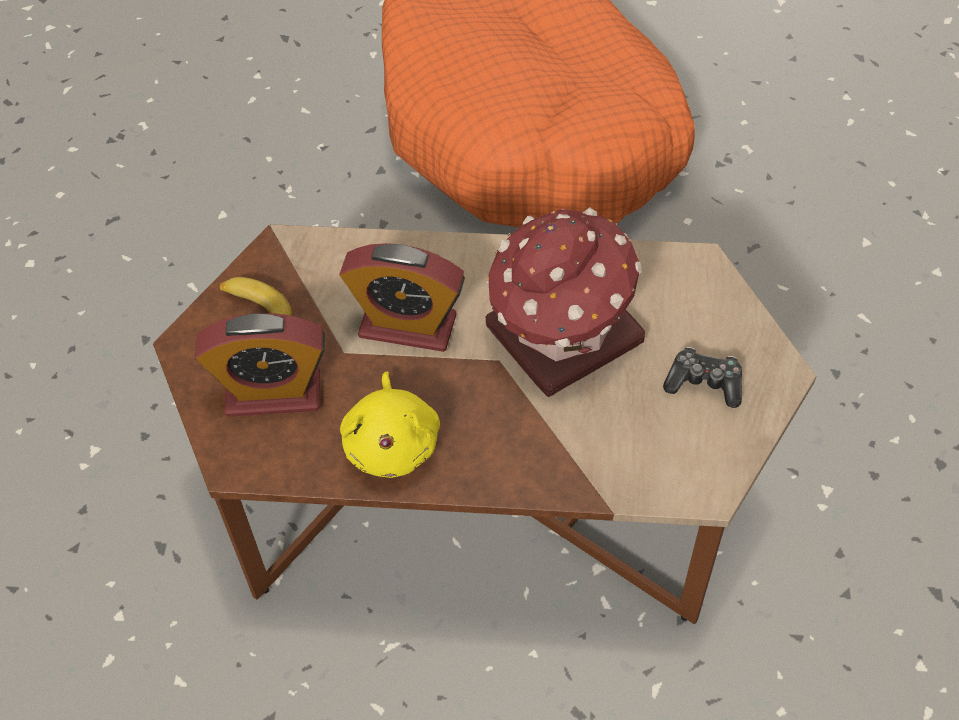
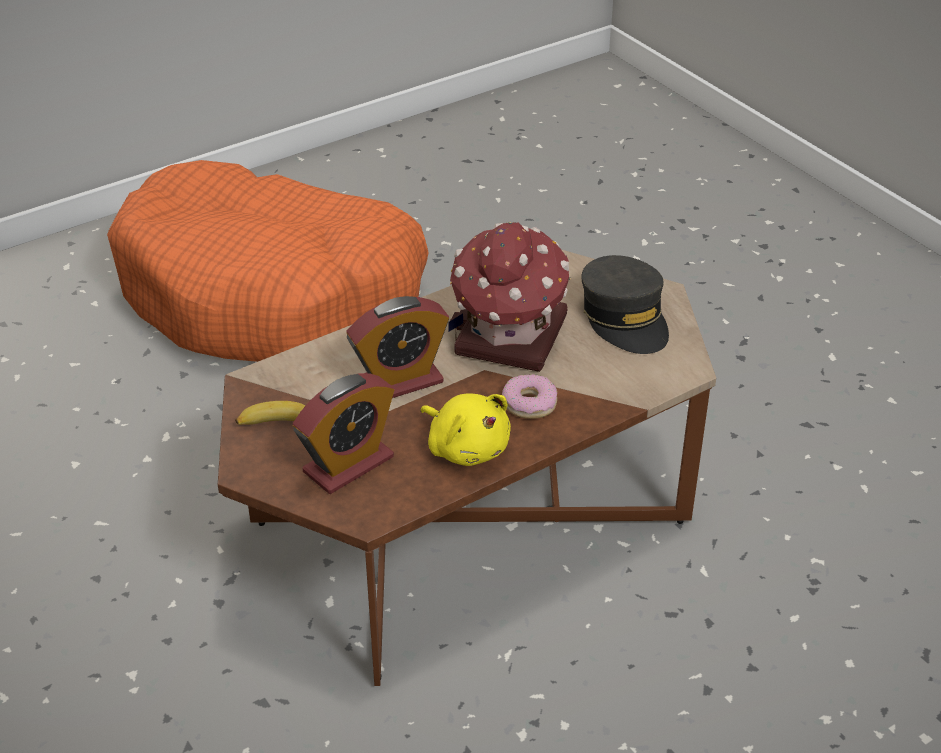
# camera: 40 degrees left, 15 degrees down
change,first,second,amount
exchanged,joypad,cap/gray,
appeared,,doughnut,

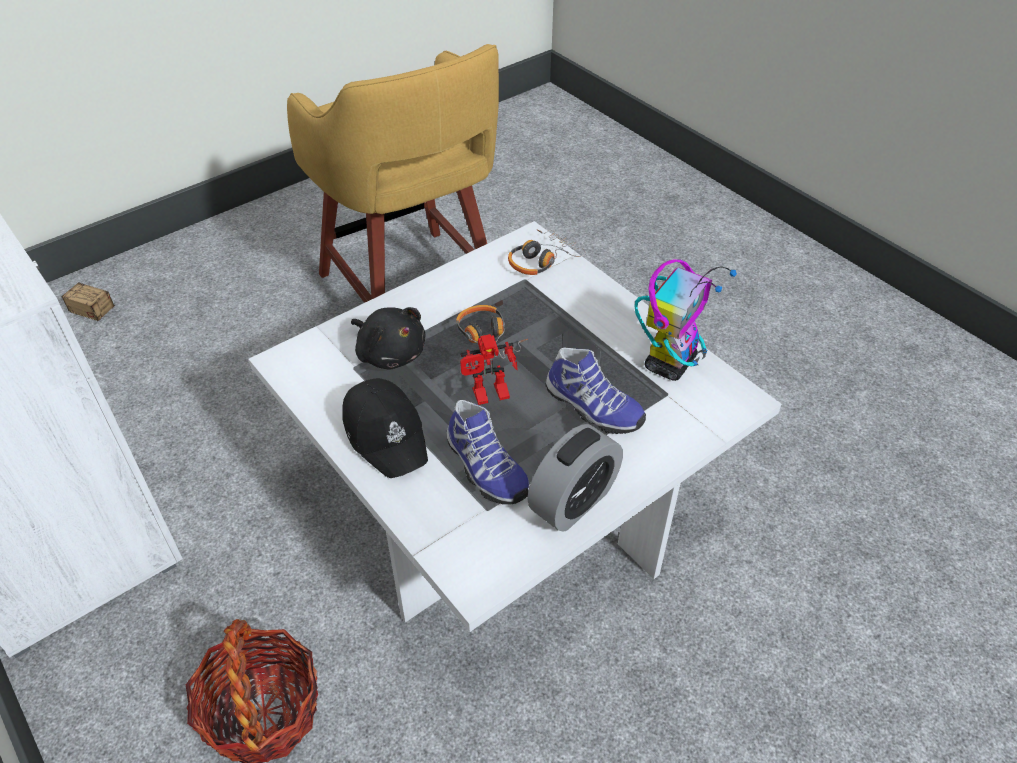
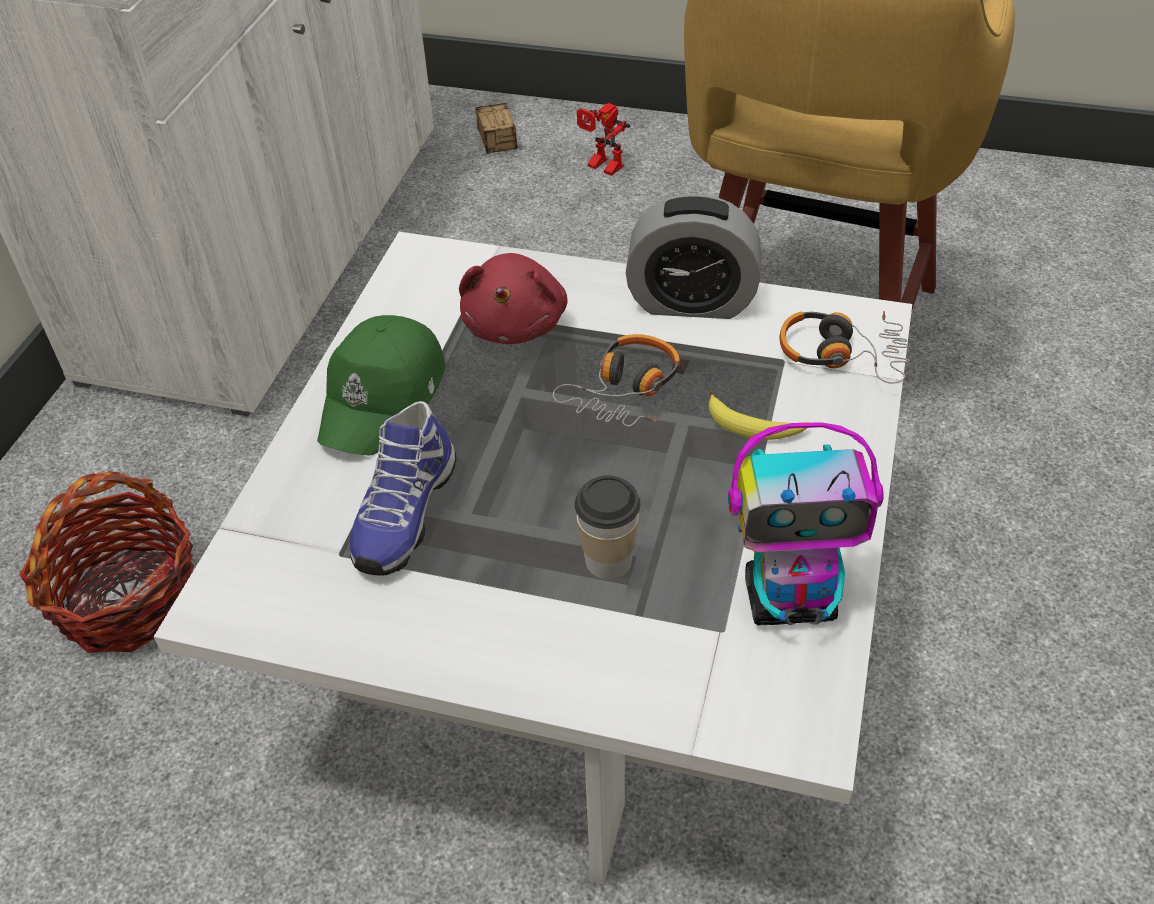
# camera: 55 degrees right, 0 degrees up
change,first,second,amount
colour,cap/blackish,cap/greenish,
colour,plush toy/blackish,plush toy/reddish,
relocated,robot figure (no. 1 from left),,
relocated,bedside clock,,
exchanged,shoe (no. 2 from left),small cup,
appeared,,whole banana,

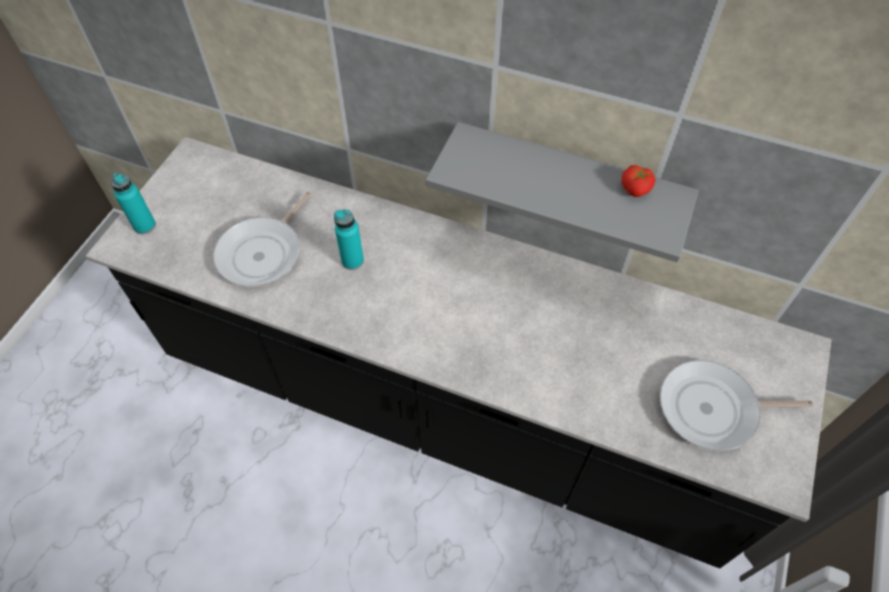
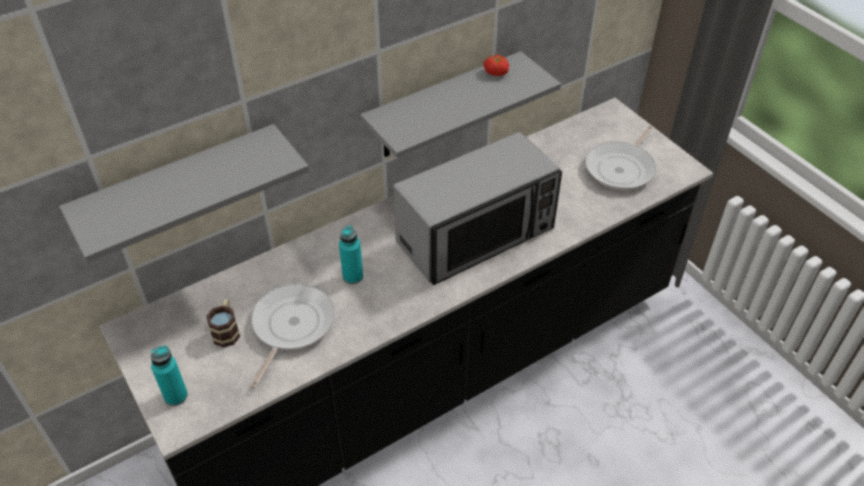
# camera: 55 degrees left, 10 degrees down
change,first,second,amount
spun,pan (no. 1 from left),,135 degrees counterclockwise
appeared,,shelf/gray (no. 1 from left),
appeared,,mug,
appeared,,microwave,

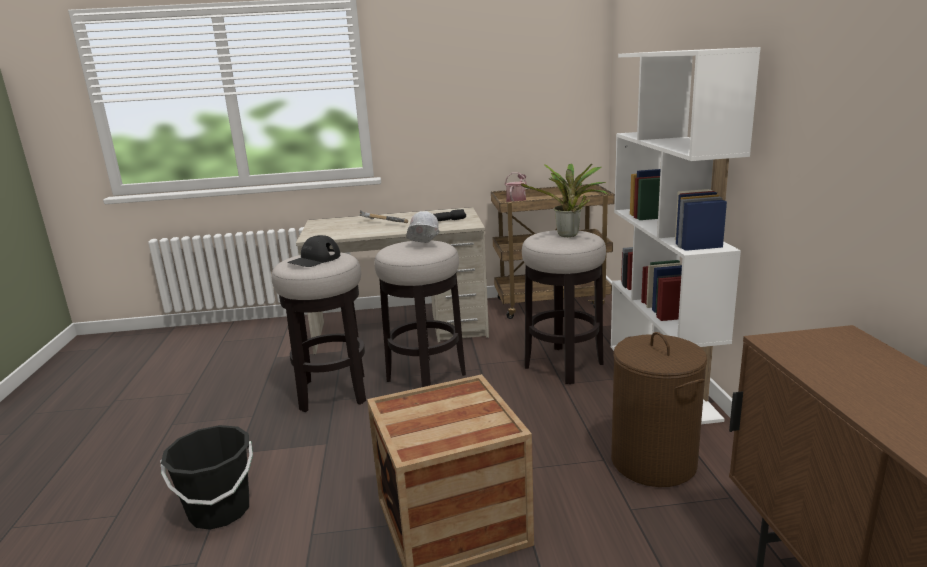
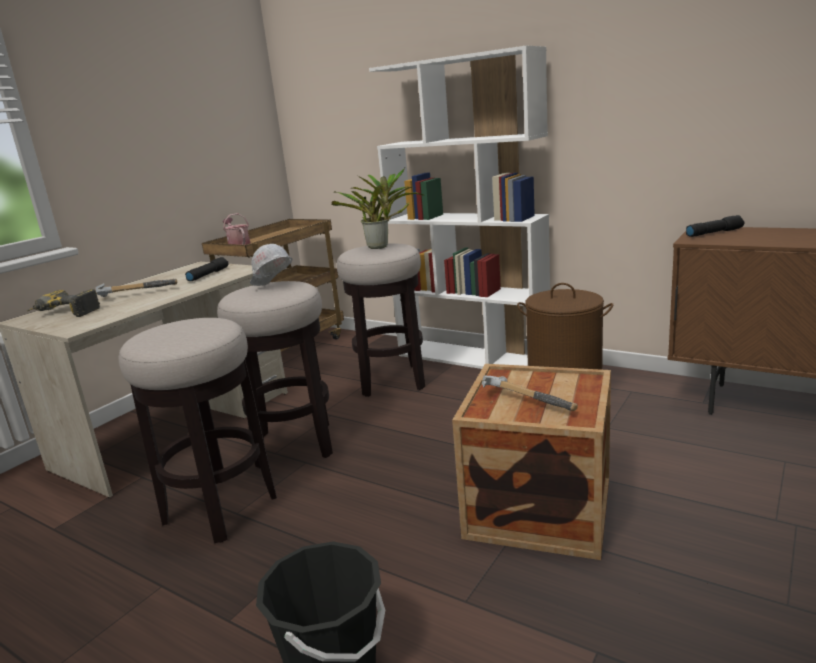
# camera: 50 degrees left, 0 degrees up
change,first,second,amount
missing,cap/blackish,,
appeared,,drill,
appeared,,tool hammer (no. 2 from left),
appeared,,flashlight/blackish (no. 2 from left),

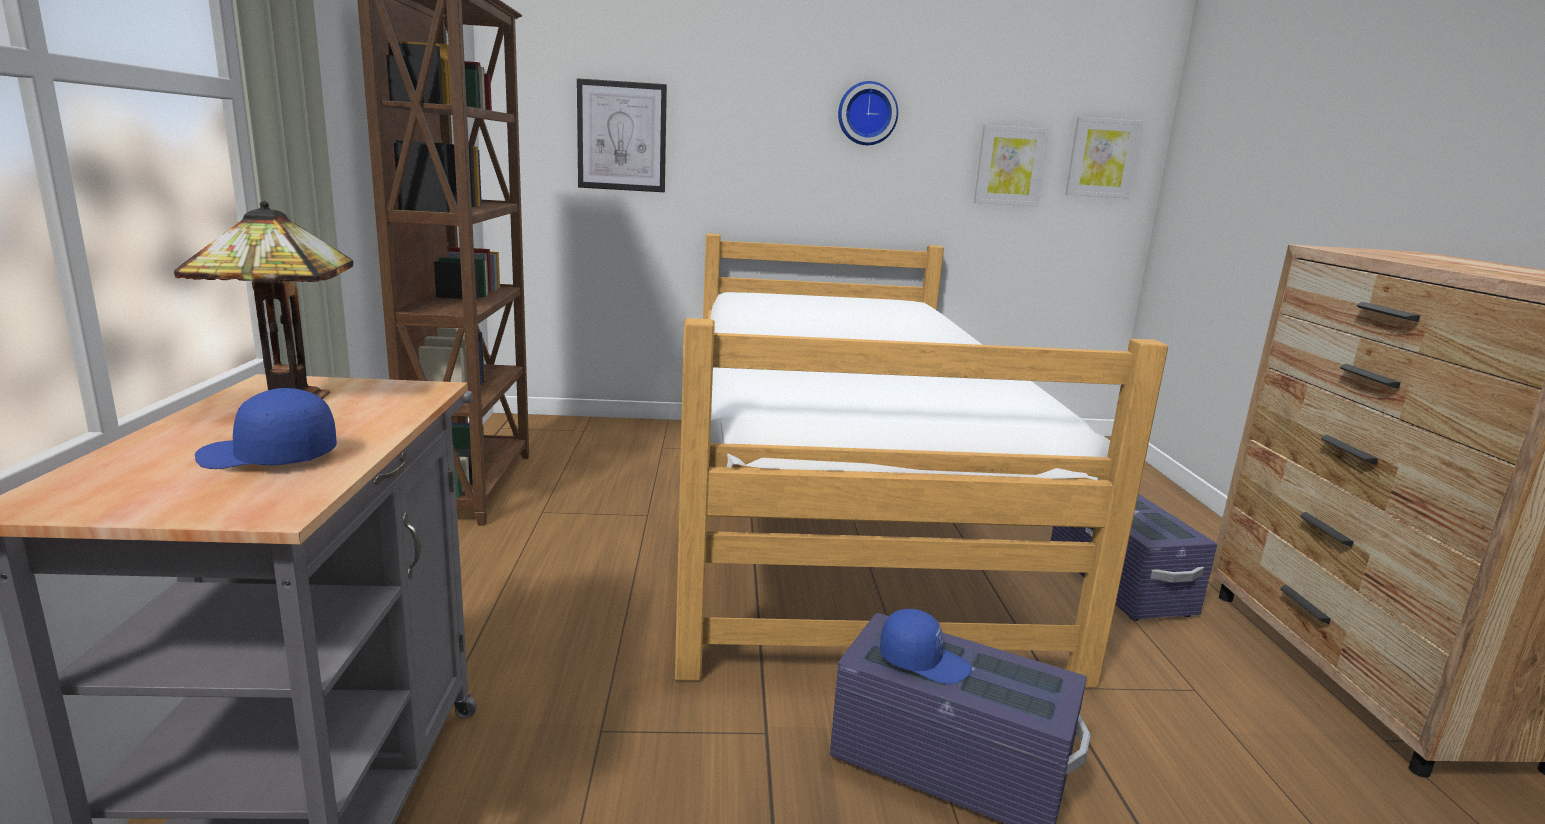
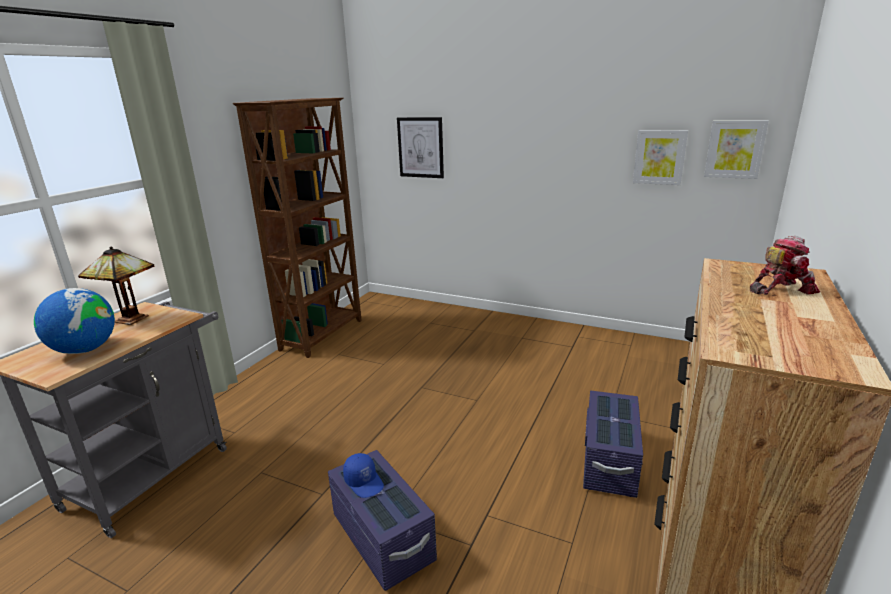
# camera: 30 degrees right, 5 degrees up
change,first,second,amount
exchanged,cap/blue-coloured (no. 1 from left),desk globe,
missing,bedroom bed,,
missing,clock on the wall,,
appeared,,robot figure,

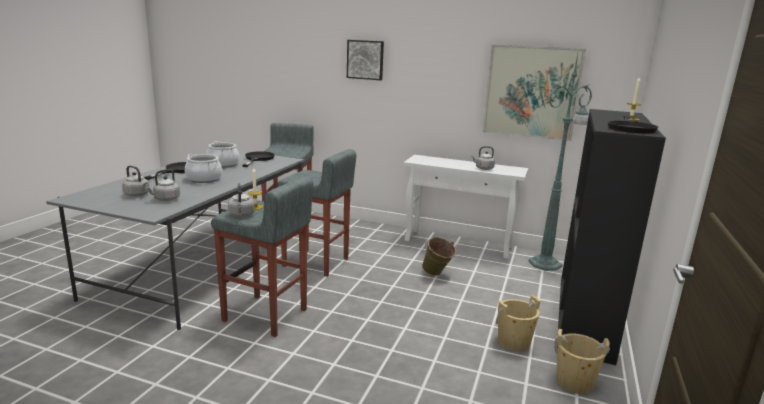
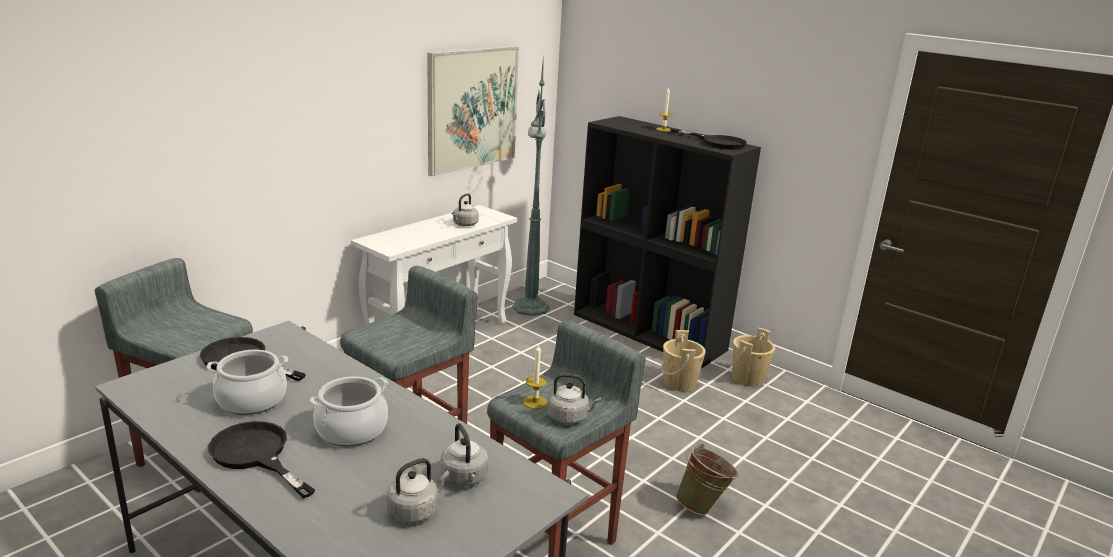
# camera: 70 degrees left, 5 degrees up
change,first,second,amount
missing,wall art (no. 1 from left),,
relocated,pail/greenish,,

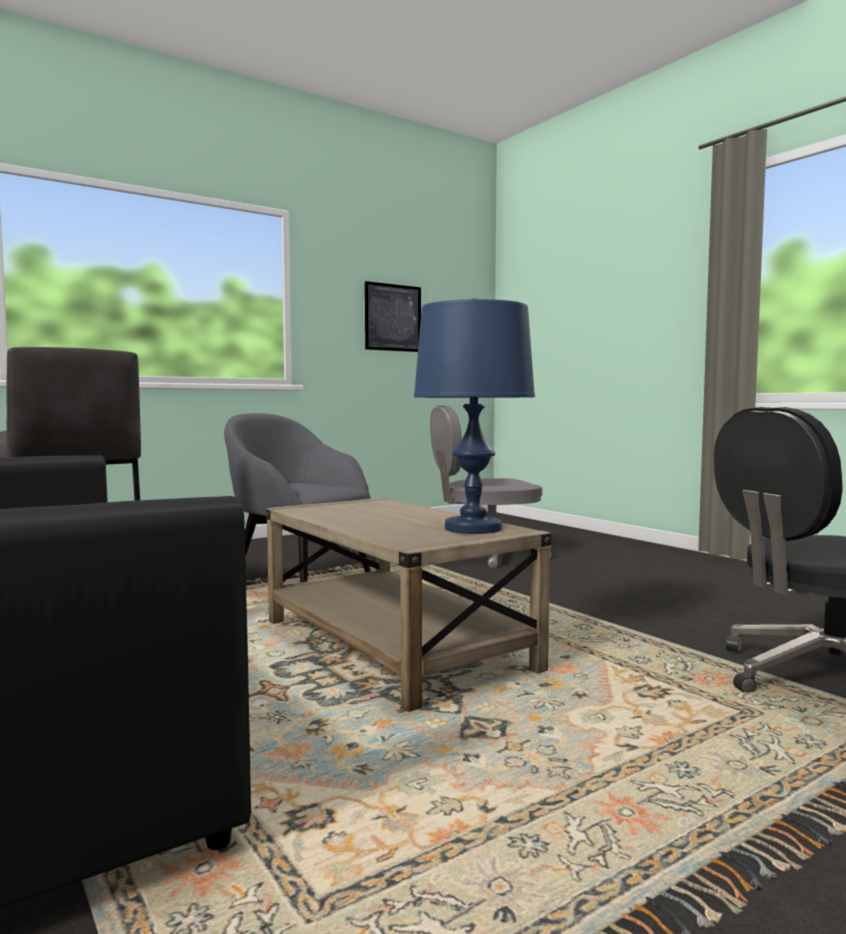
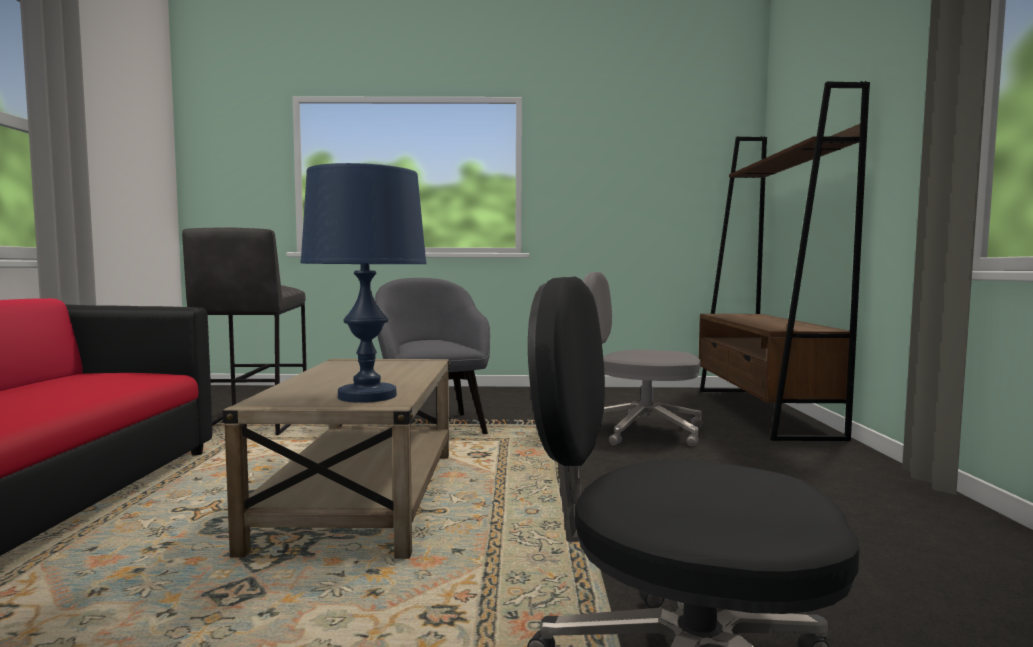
# camera: 35 degrees right, 0 degrees up
change,first,second,amount
missing,wall art,,
appeared,,bookshelf/brownish,

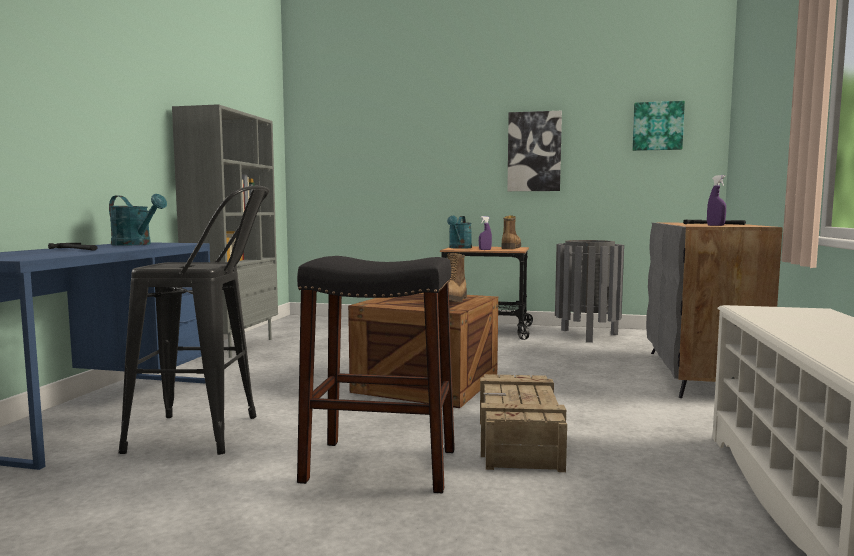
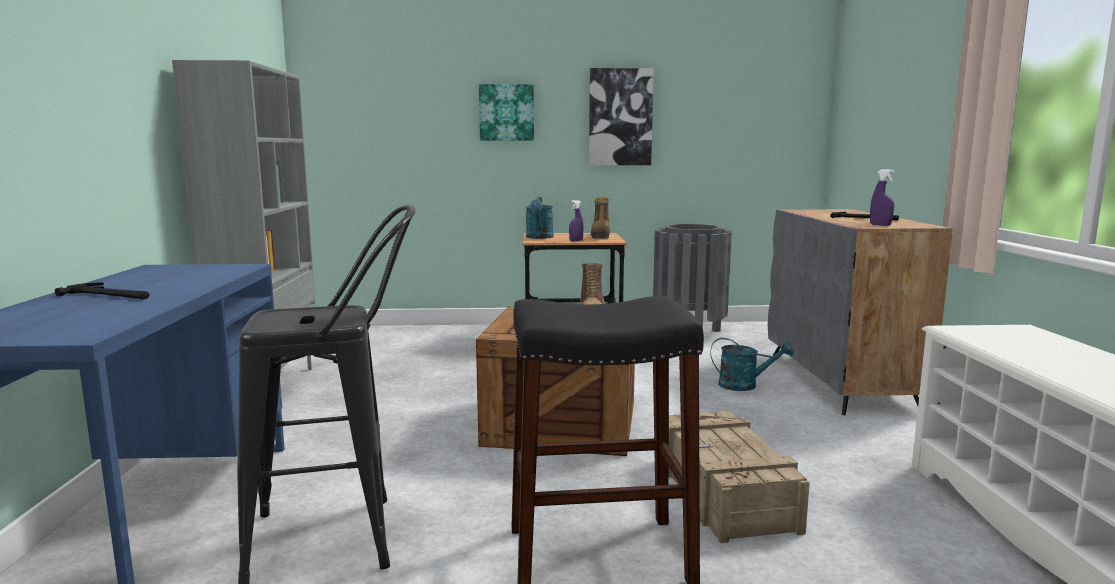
# camera: 15 degrees left, 5 degrees up
change,first,second,amount
relocated,sprinkling can/turquoise (no. 1 from left in the first image),sprinkling can/turquoise (no. 2 from left),
relocated,wall art (no. 2 from left in the first image),wall art (no. 1 from left),

